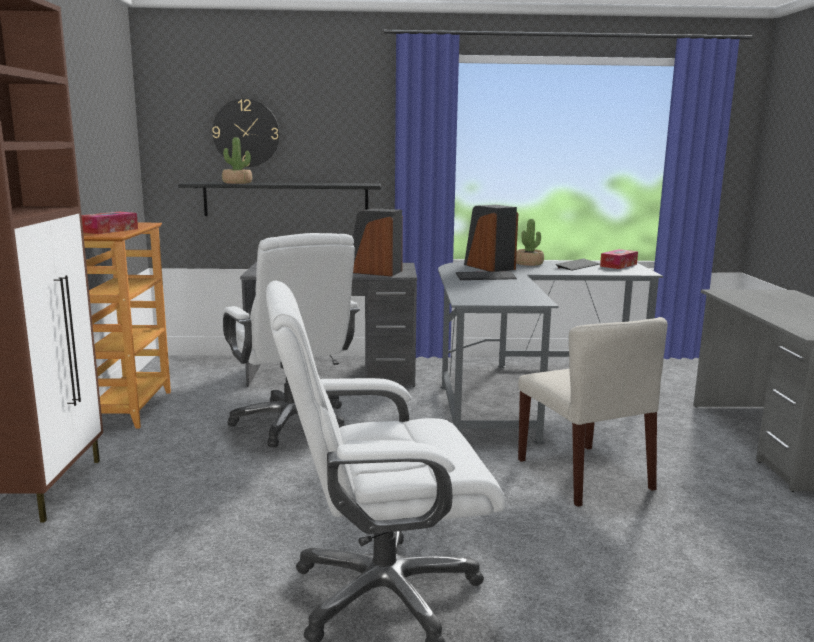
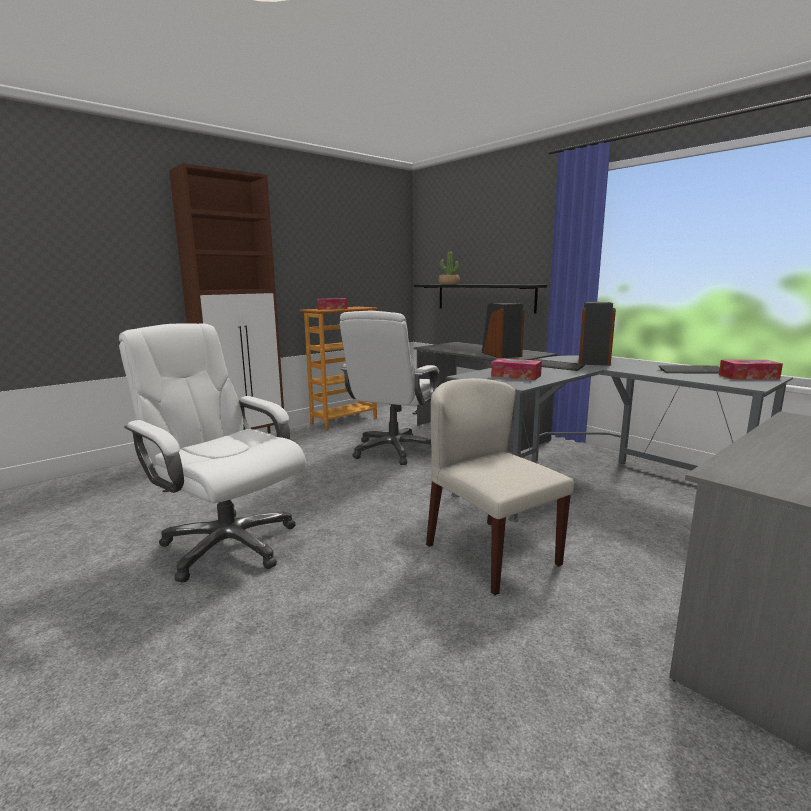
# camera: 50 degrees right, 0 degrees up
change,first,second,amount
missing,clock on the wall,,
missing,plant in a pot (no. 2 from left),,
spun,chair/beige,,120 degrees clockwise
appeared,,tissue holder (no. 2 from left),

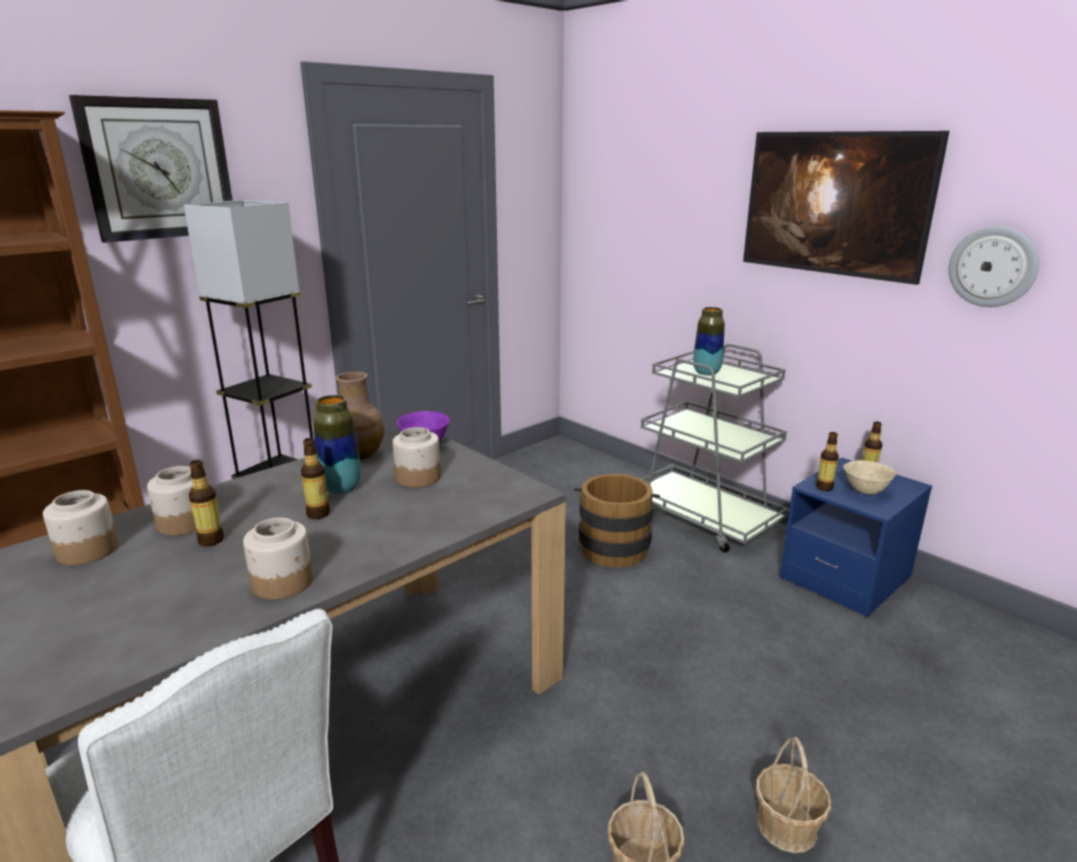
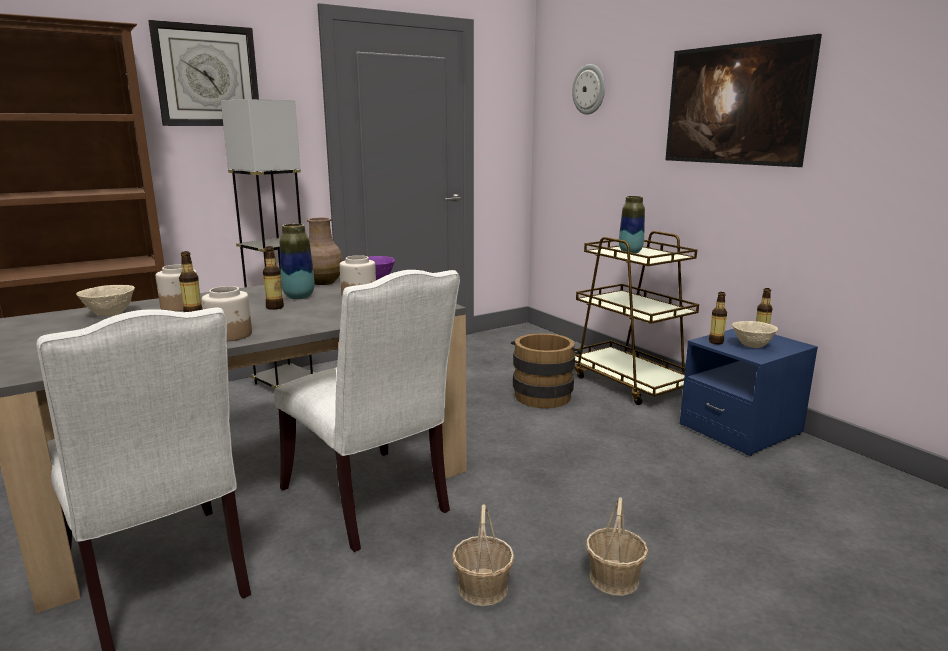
# camera: 10 degrees right, 5 degrees down
change,first,second,amount
exchanged,storage jar (no. 1 from left),deep dish/beige (no. 1 from left),
colour,wheeled cart/gray,wheeled cart/brownish,
relocated,clock on the wall (no. 2 from left),,
appeared,,chair/white-coloured (no. 2 from left),

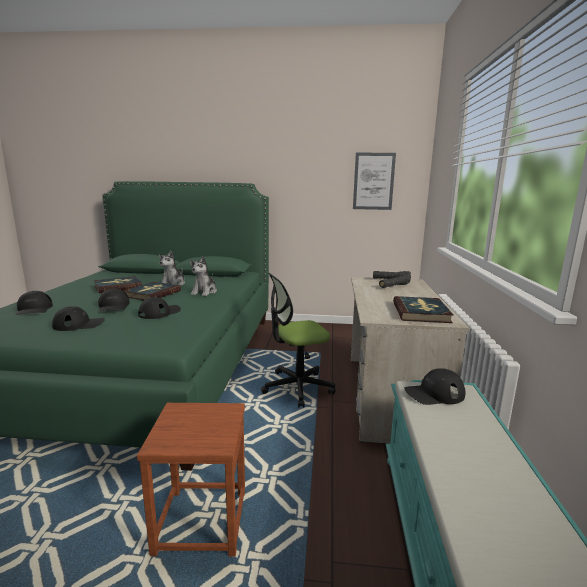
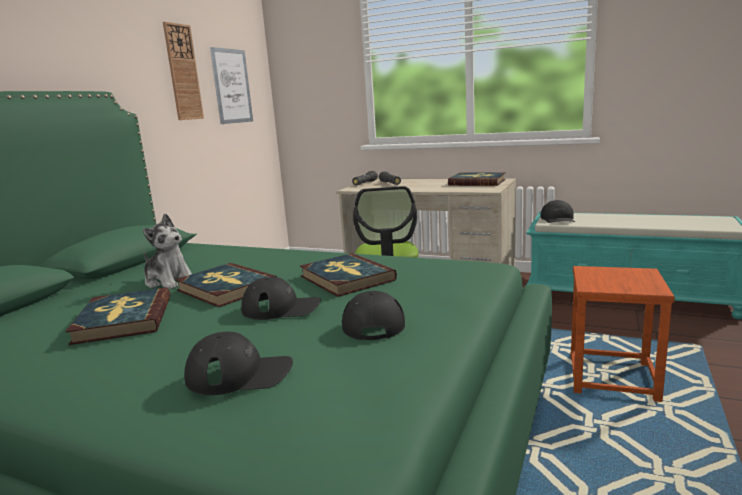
# camera: 70 degrees left, 0 degrees up
change,first,second,amount
exchanged,cap/blackish (no. 4 from left),bound book (no. 3 from left),
missing,plush toy (no. 2 from left),,
appeared,,clock on the wall,

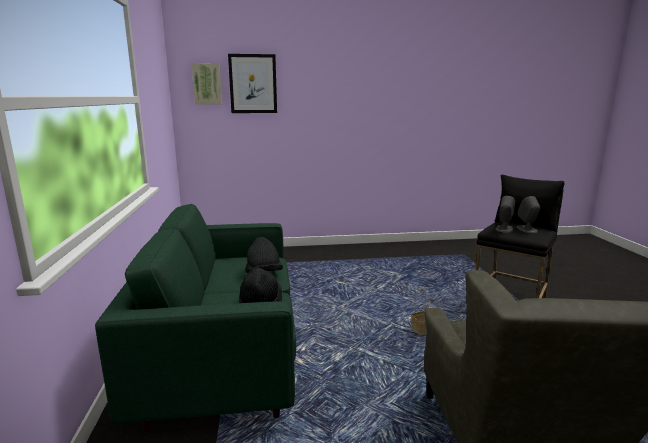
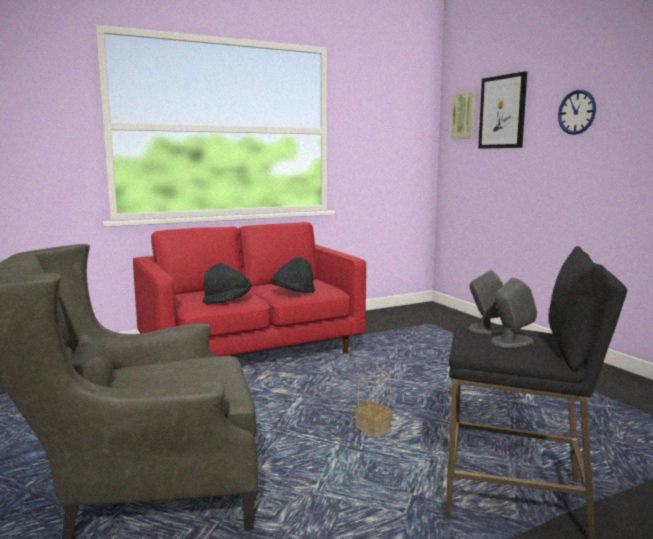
# camera: 70 degrees right, 5 degrees down
change,first,second,amount
colour,couch/greenish,couch/reddish,
appeared,,clock on the wall,

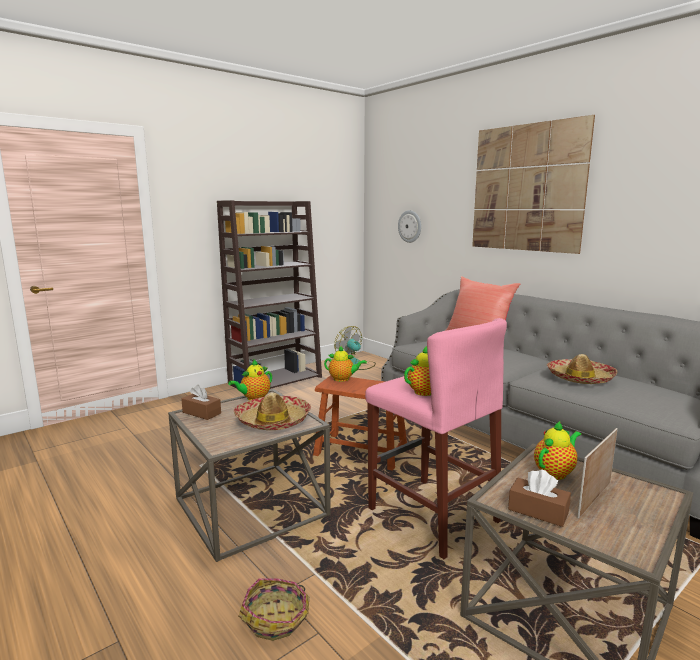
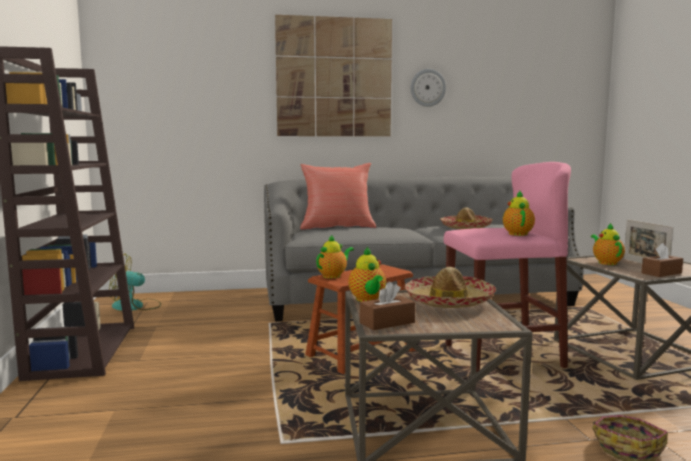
# camera: 60 degrees left, 5 degrees down
change,first,second,amount
relocated,clock on the wall,,

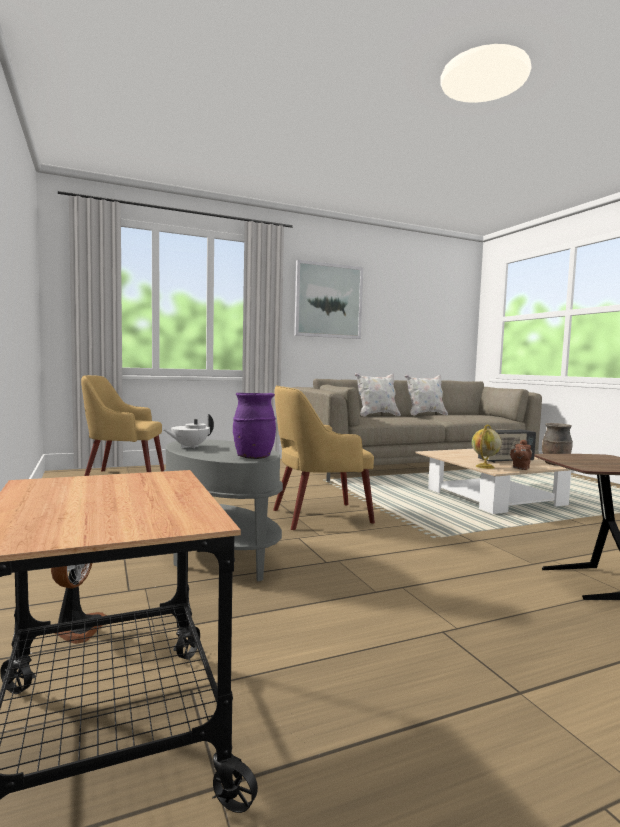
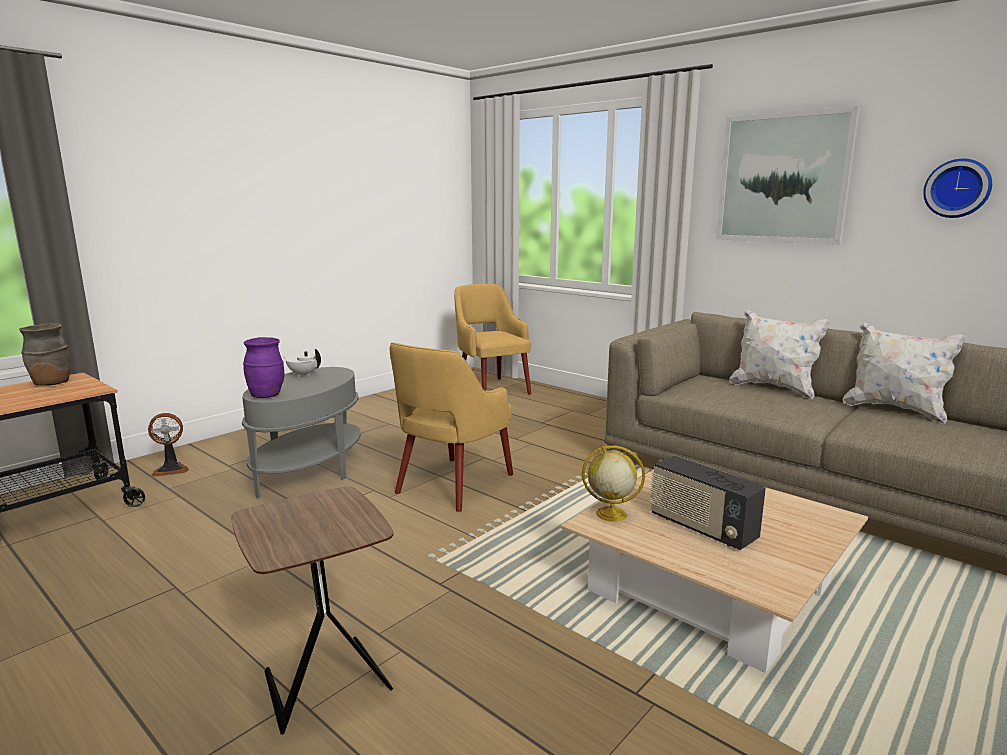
# camera: 65 degrees right, 10 degrees up
change,first,second,amount
spun,lounge chair/yellow (no. 2 from left in the first image),lounge chair/yellow (no. 1 from left),105 degrees counterclockwise
missing,pot for tea/brownish,,
relocated,decorative vase/brownish,,
appeared,,clock on the wall,

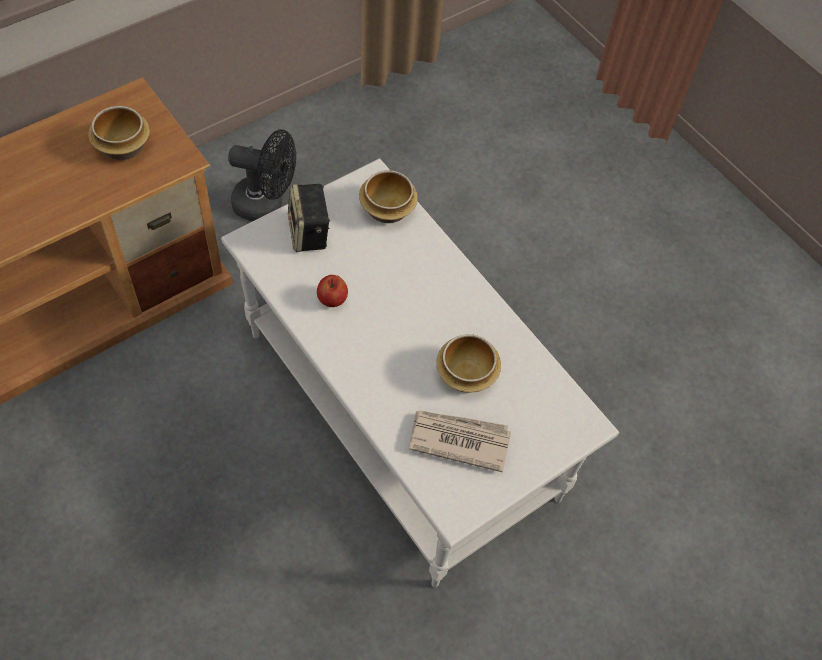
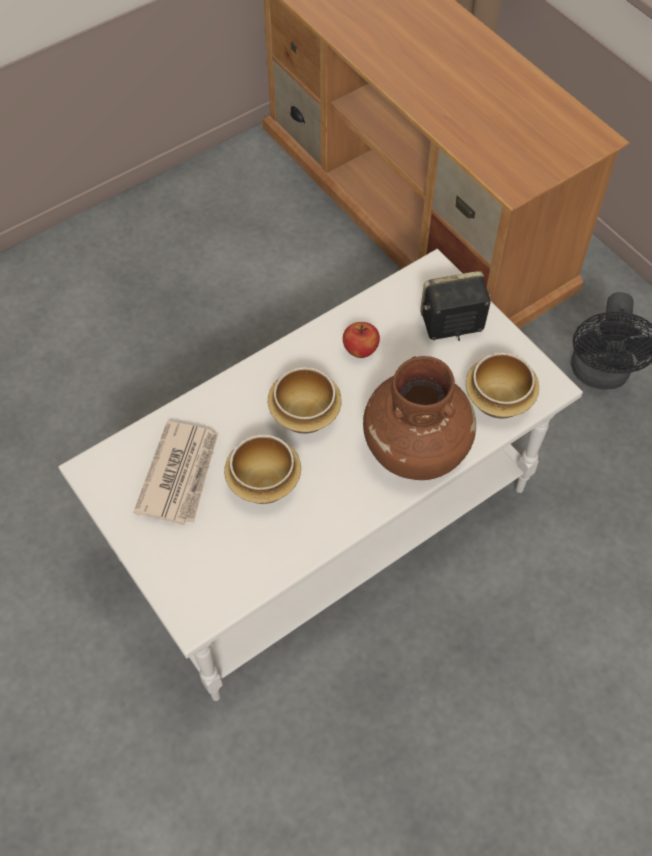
# camera: 95 degrees right, 0 degrees up
change,first,second,amount
relocated,deep dish (no. 1 from left in the first image),deep dish (no. 2 from left),
appeared,,decorative vase/brownish,

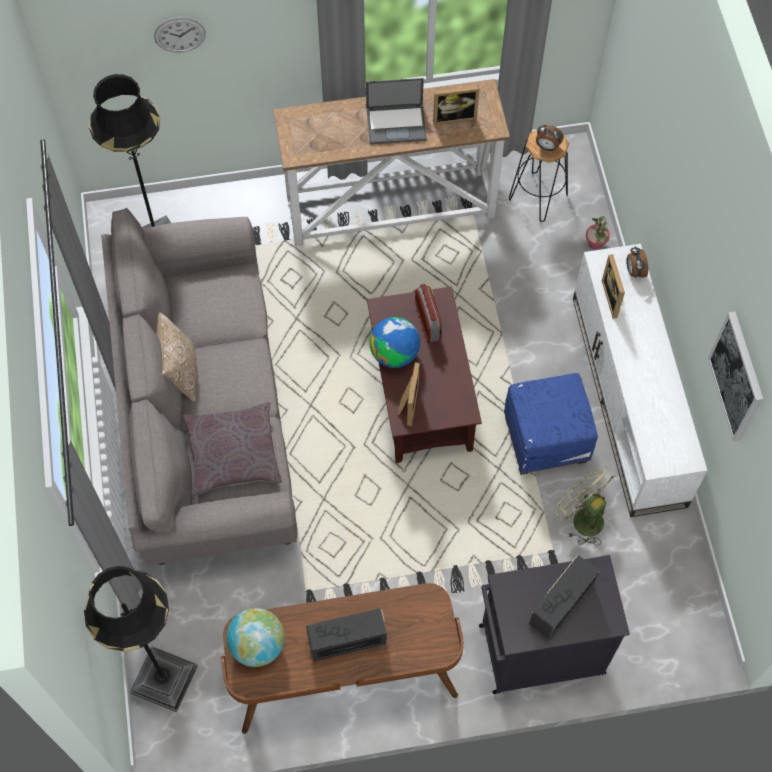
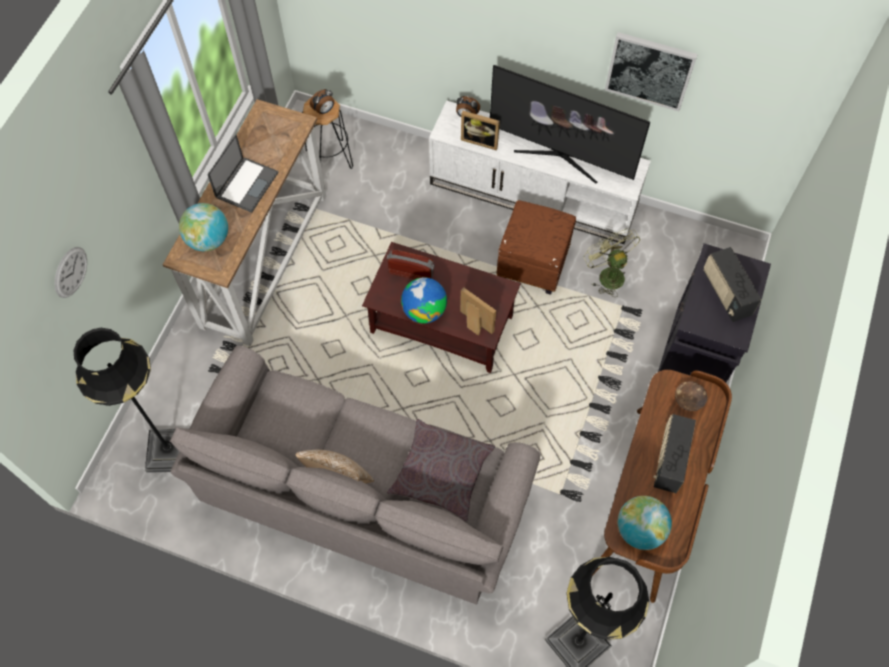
# camera: 60 degrees left, 0 degrees up
change,first,second,amount
missing,photo frame (no. 2 from left),,
colour,pouffe/blue-coloured,pouffe/brownish,
spun,cooling fan/greenish,,75 degrees clockwise
missing,plant in a pot,,
appeared,,desk globe (no. 1 from left),
appeared,,TV,
appeared,,deep dish/brownish,

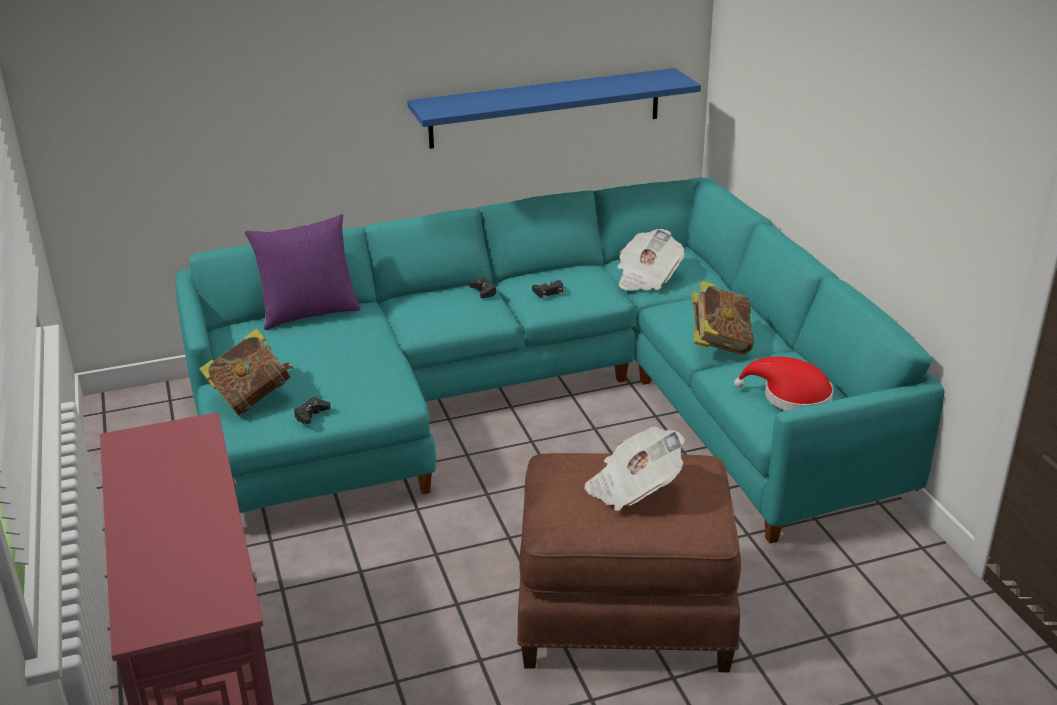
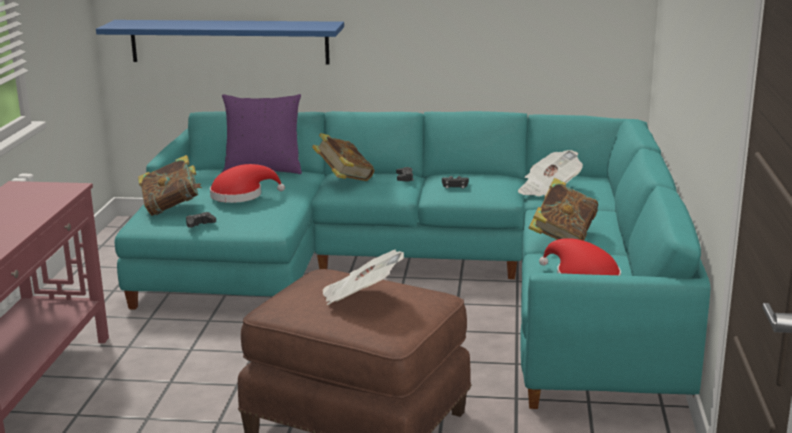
# camera: 25 degrees right, 10 degrees down
change,first,second,amount
relocated,shelf/blue-coloured,,
appeared,,hat/reddish (no. 1 from left),
appeared,,bound book (no. 2 from left),

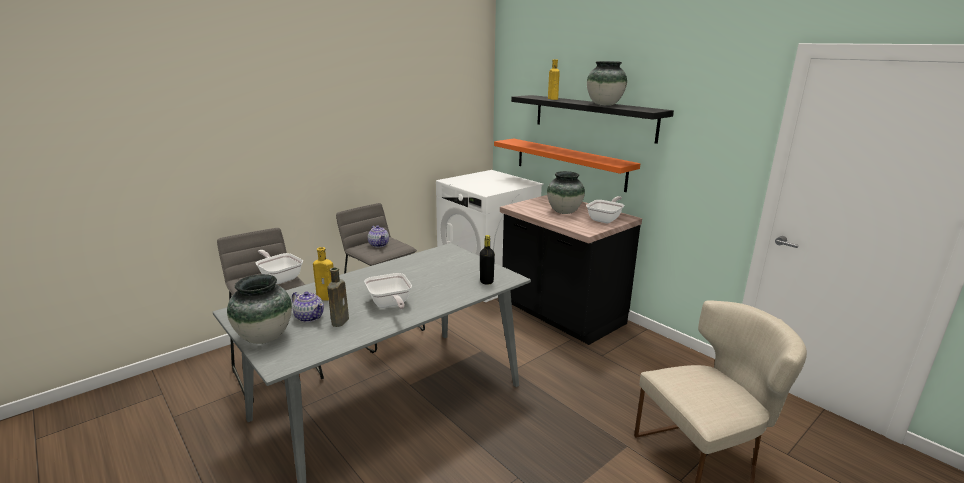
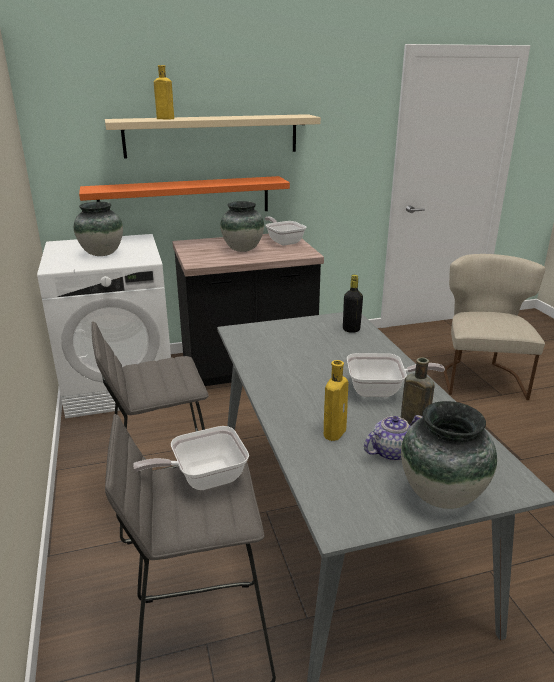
# camera: 65 degrees left, 5 degrees up
change,first,second,amount
missing,pot for tea (no. 2 from left),,
colour,shelf/blackish,shelf/beige,
relocated,decorative vase (no. 3 from left in the first image),decorative vase (no. 1 from left),

